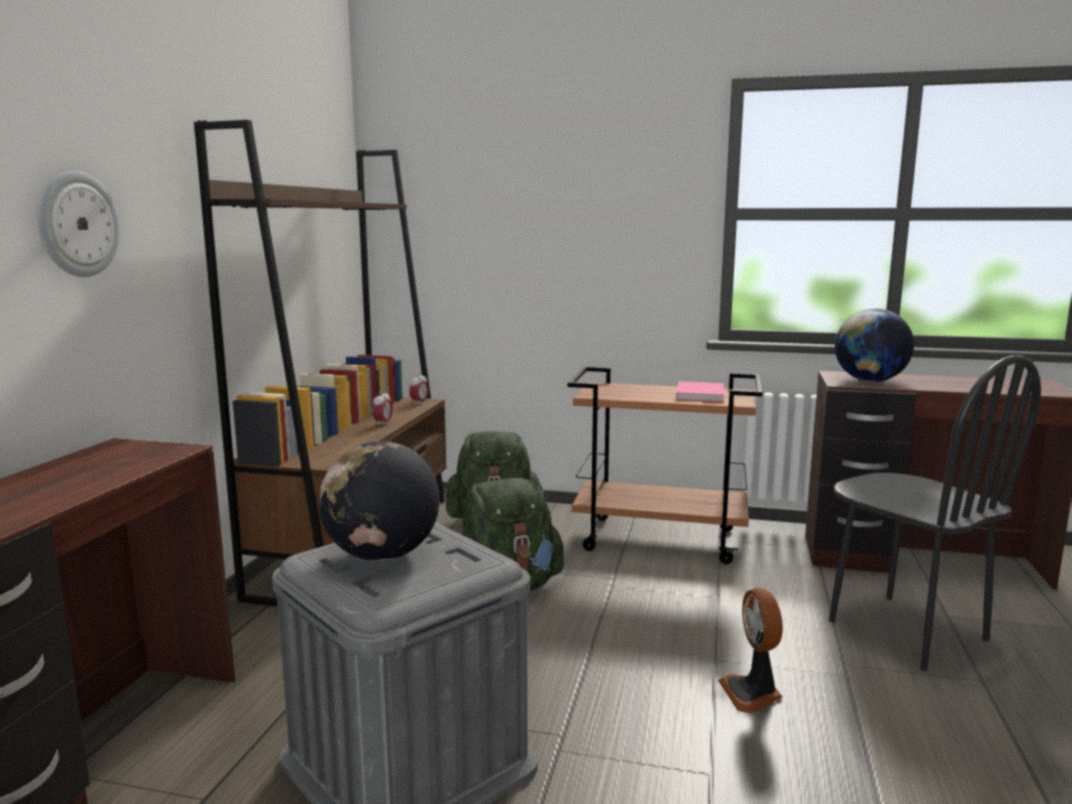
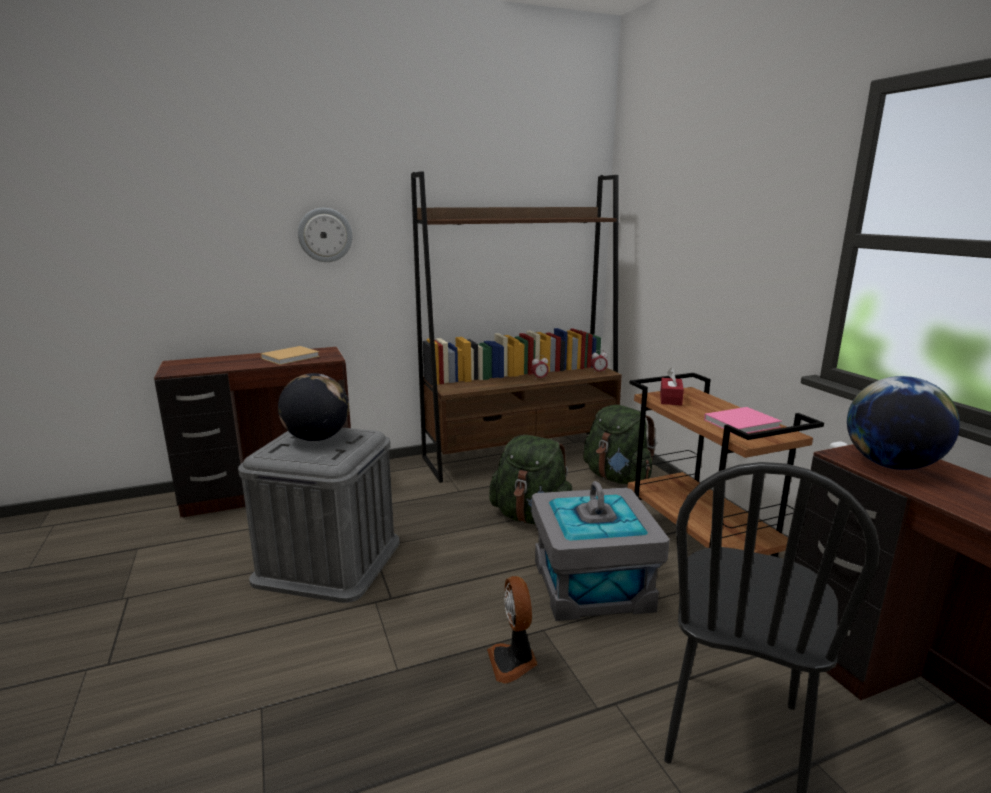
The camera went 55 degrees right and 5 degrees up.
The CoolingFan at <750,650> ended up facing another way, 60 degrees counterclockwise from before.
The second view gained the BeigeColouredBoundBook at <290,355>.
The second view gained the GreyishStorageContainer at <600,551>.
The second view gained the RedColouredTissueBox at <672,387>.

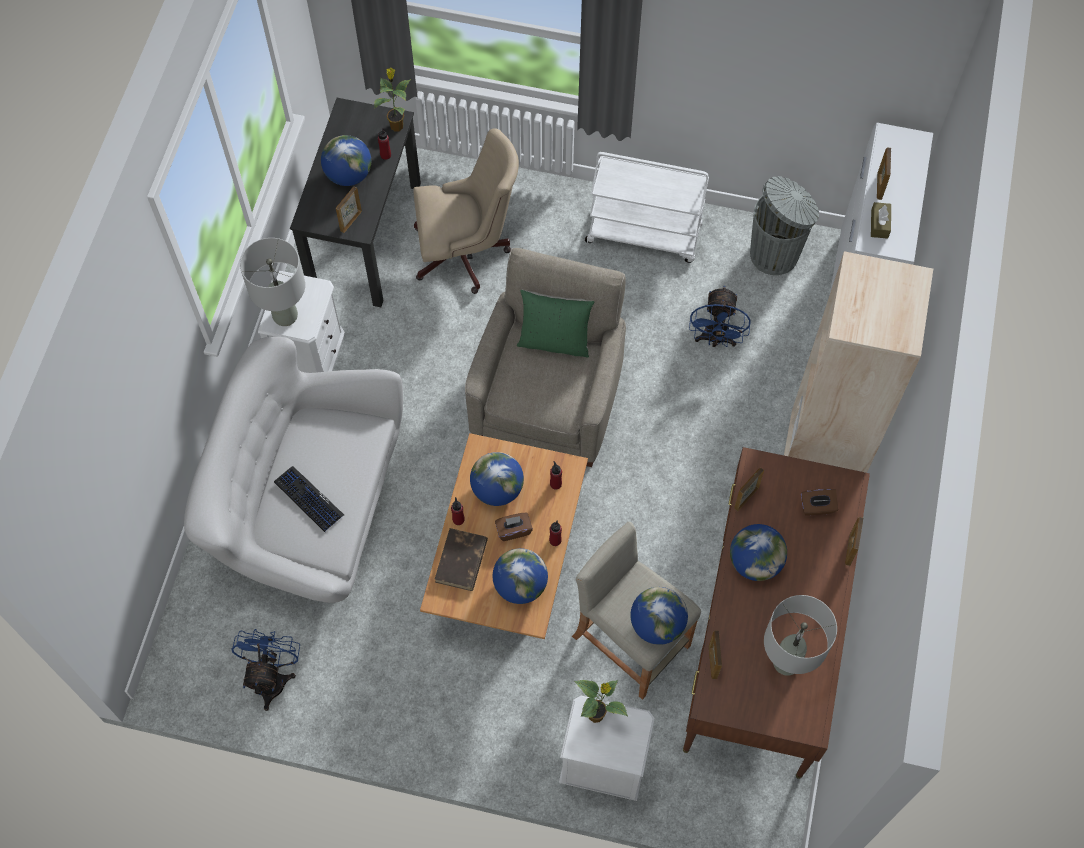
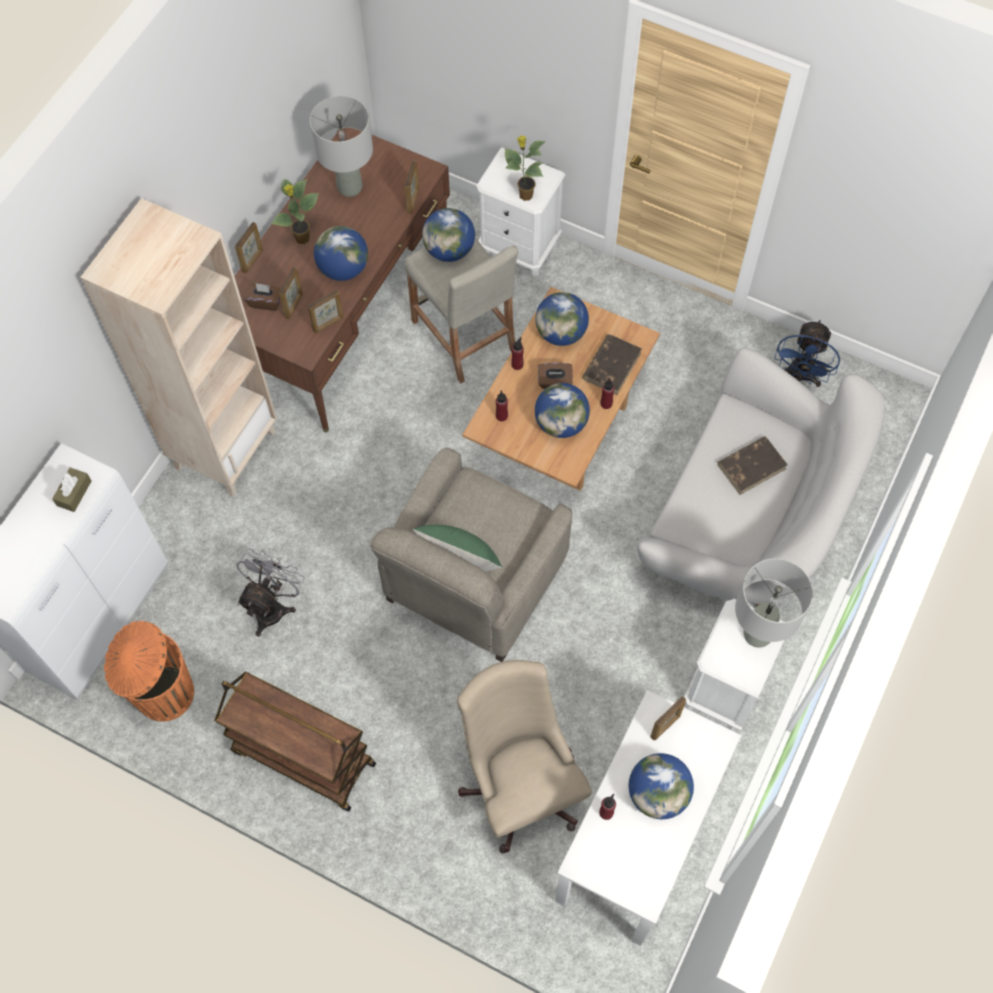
The camera went 165 degrees left and 0 degrees up.
Where the Keyboard stood at <309,499>, the BrownBoundBook came to stand at <752,465>.
What was the BlackishDeskTable at <355,202> turned into the WhiteDeskTable at <648,818>.
The PlantInAPot ended up elsewhere, having gone from <392,99> to <295,211>.
The BeigeColouredDeskChair at <466,211> ended up facing another way, 60 degrees clockwise from before.
What was the WhiteTrolley at <647,207> turned into the BrownTrolley at <295,741>.
What was the BlueCoolingFan at <719,316> turned into the GreyishCoolingFan at <270,592>.
What was the GreyishTrashCan at <784,225> turned into the OrangeyTrashCan at <149,671>.
The StandingFrame ended up elsewhere, having gone from <884,174> to <291,293>.

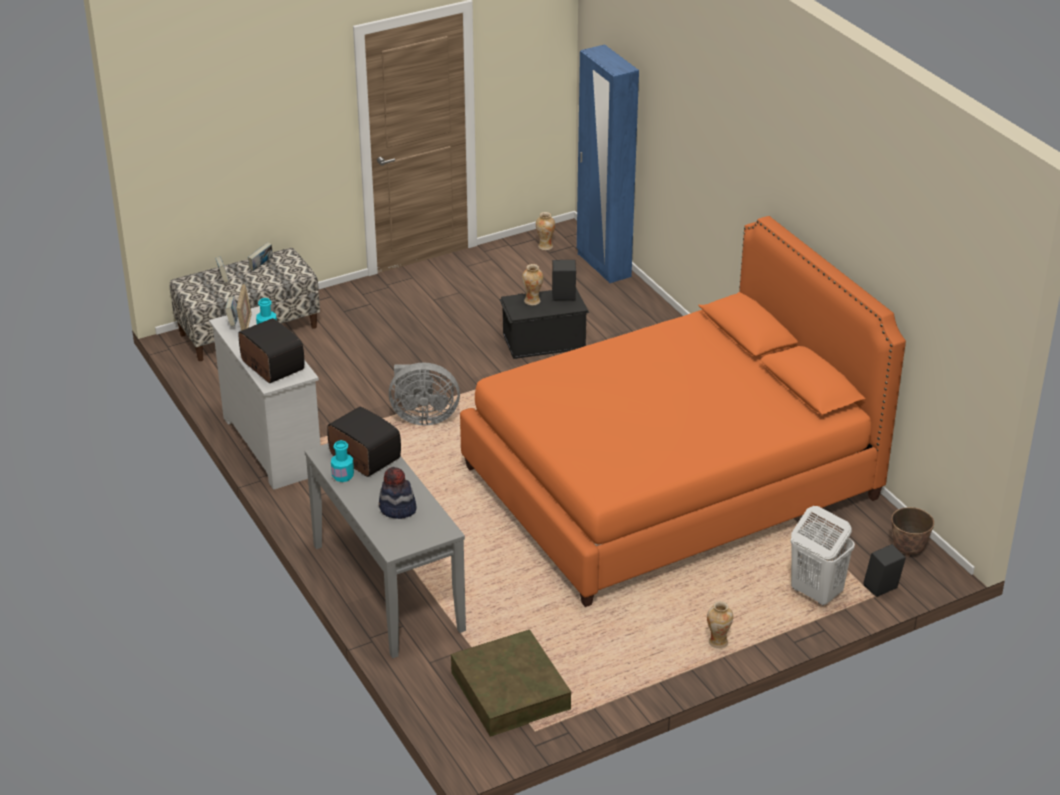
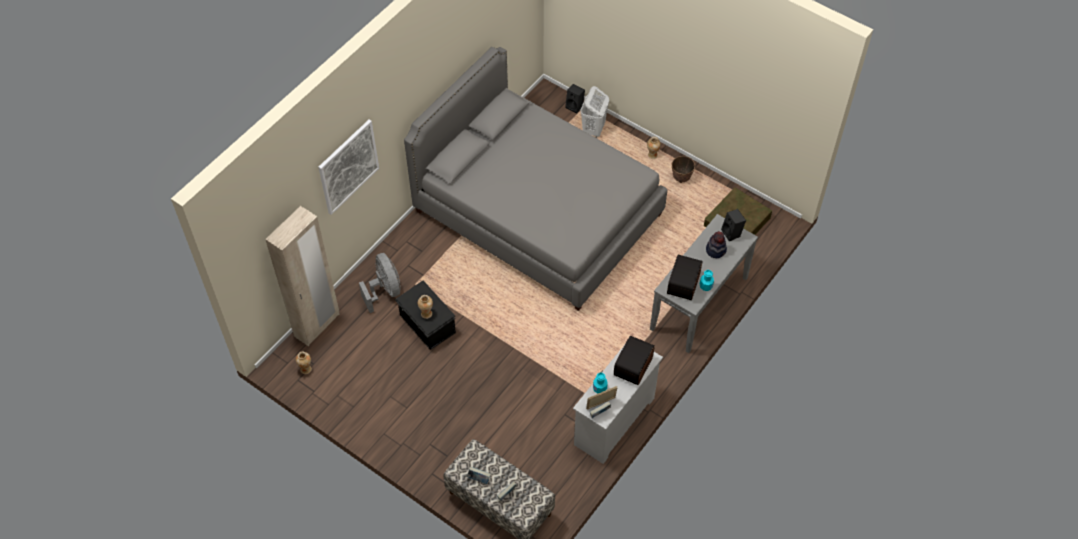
The camera went 115 degrees left and 20 degrees up.
The GreyishCoolingFan ended up elsewhere, having gone from <424,393> to <380,283>.
What was the OrangeyBedroomBed at <683,411> turned into the GreyishBedroomBed at <535,179>.
The BlackishLoudspeaker ended up elsewhere, having gone from <564,280> to <733,225>.
What was the BlueArmoire at <608,163> turned into the BeigeColouredArmoire at <302,276>.
The FlowerPot ended up elsewhere, having gone from <912,532> to <683,169>.
The second view gained the WallPicture at <348,167>.

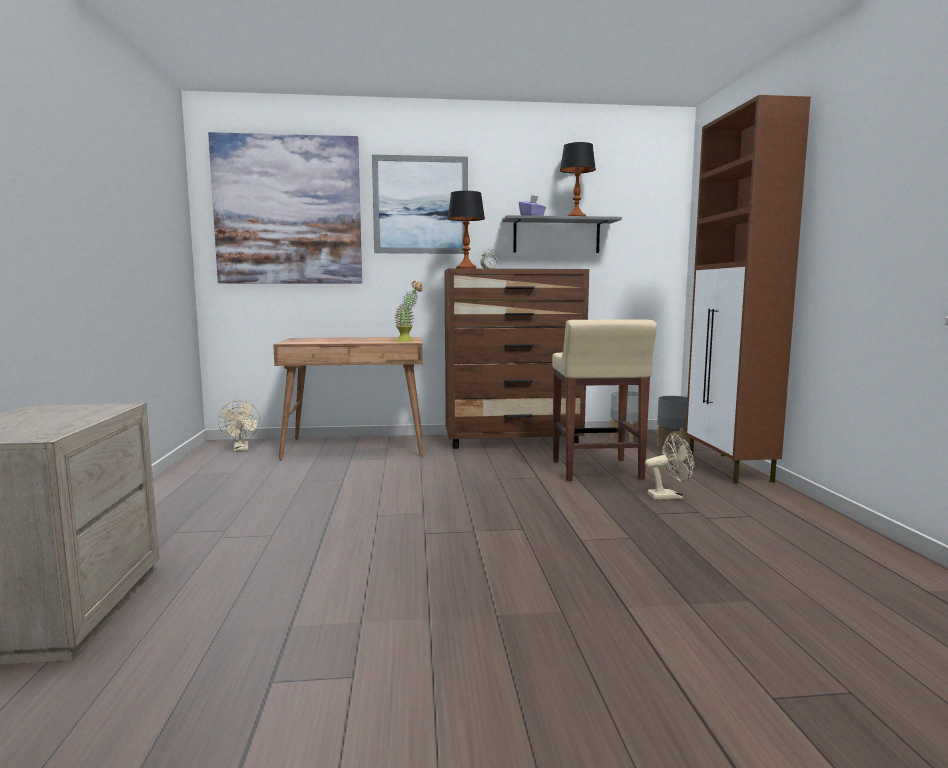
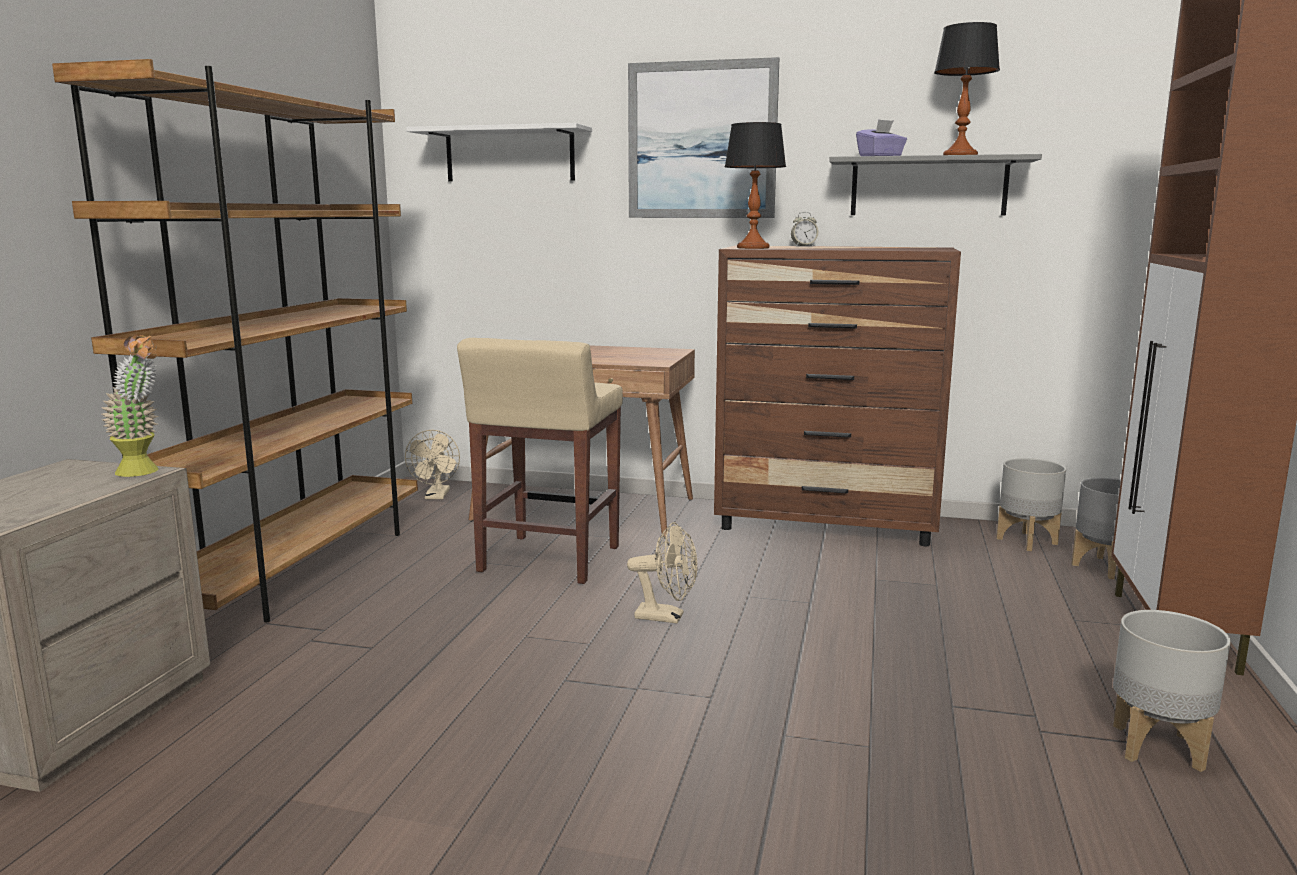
The camera went 20 degrees right and 5 degrees up.
Where the WallPicture hung at <285,208>, the WhiteWallShelf came to hang at <499,152>.
The PlantInAPot ended up elsewhere, having gone from <408,311> to <130,405>.
The BeigeColouredSittingStool ended up elsewhere, having gone from <604,400> to <540,461>.
The BeigeColouredCoolingFan ended up elsewhere, having gone from <669,466> to <662,573>.
The second view gained the BrownShelvingUnit at <235,340>.
The second view gained the GreyishFlowerPot at <1172,691>.

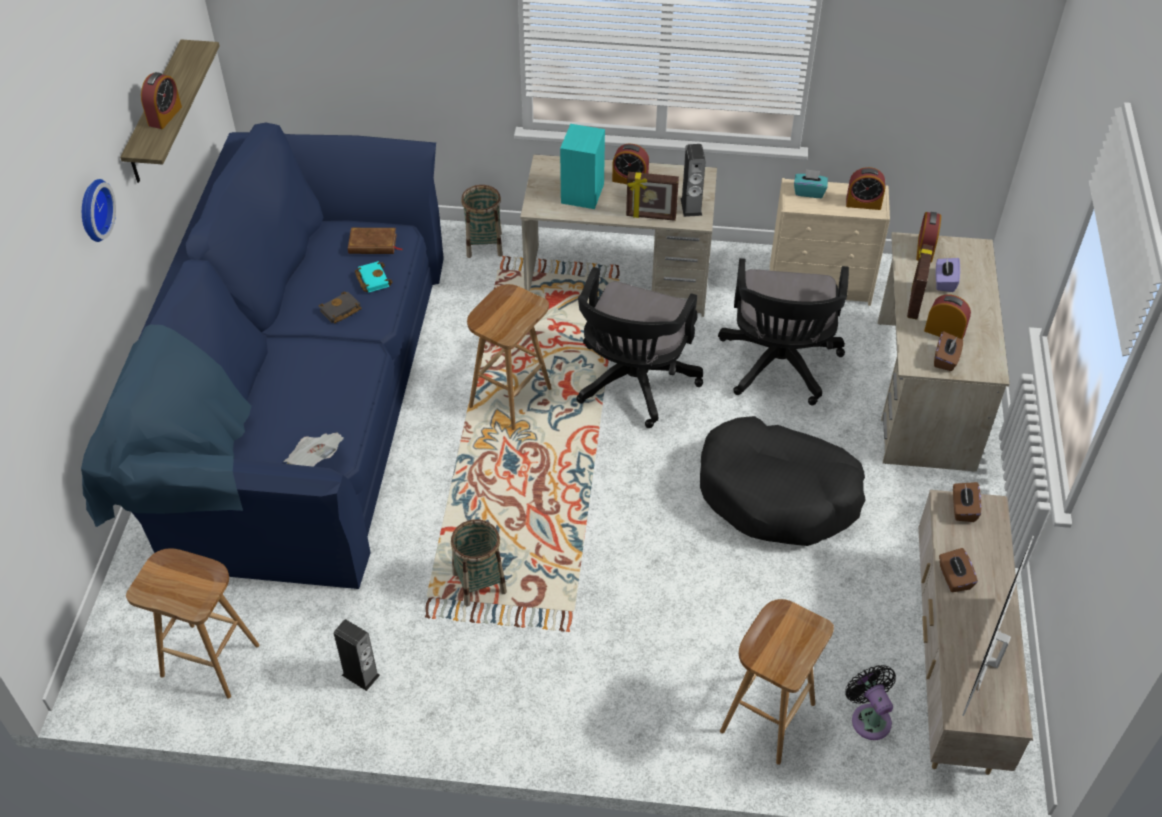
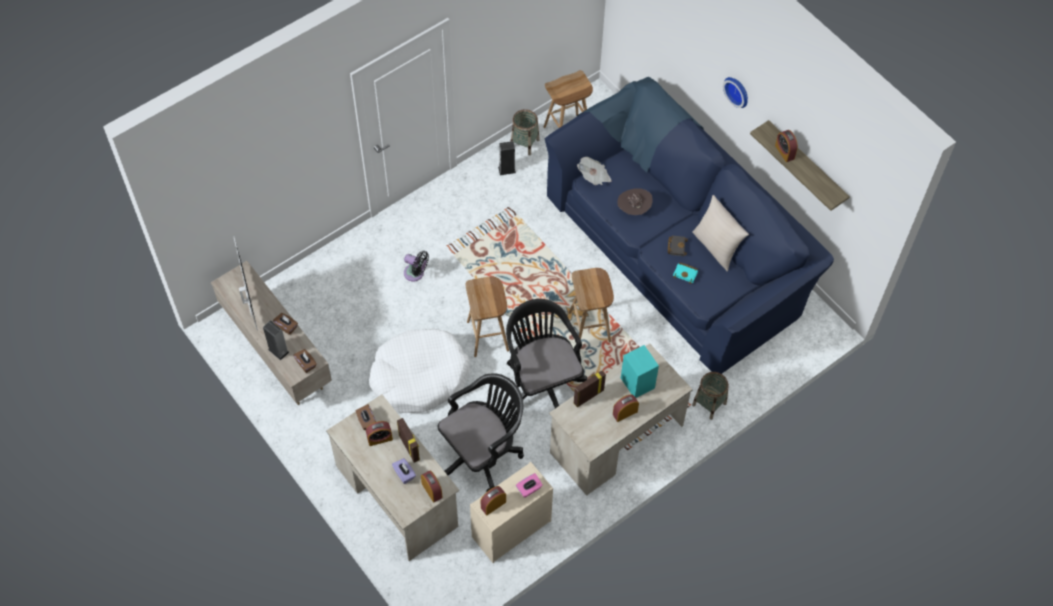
The camera went 135 degrees right and 10 degrees up.
The second view lost the BrownBoundBook at <375,241>.
The StorageBasket ended up elsewhere, having gone from <479,563> to <525,132>.
The Loudspeaker ended up elsewhere, having gone from <693,180> to <276,340>.
What was the BlackishPetBed at <783,481> turned into the WhitePetBed at <419,371>.
The BlackishDeskChair at <783,331> ended up facing another way, 90 degrees clockwise from before.
The BrownSittingStool ended up elsewhere, having gone from <777,682> to <487,316>.
What was the TurquoiseTissueBox at <811,183> turned into the PinkColouredTissueBox at <529,485>.
The BlackishCoolingFan ended up elsewhere, having gone from <871,702> to <416,266>.
The second view gained the BrownWearableHat at <635,201>.
The second view gained the BeigeColouredThrowPillow at <720,233>.

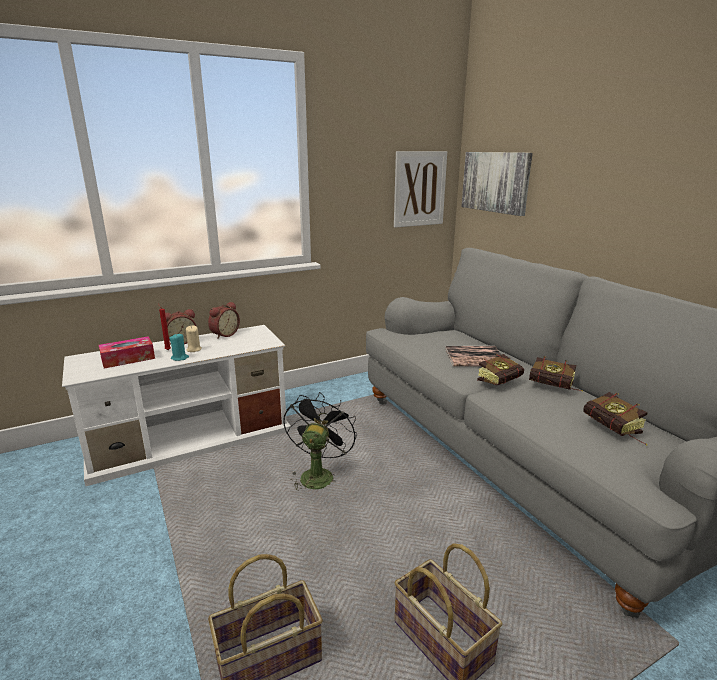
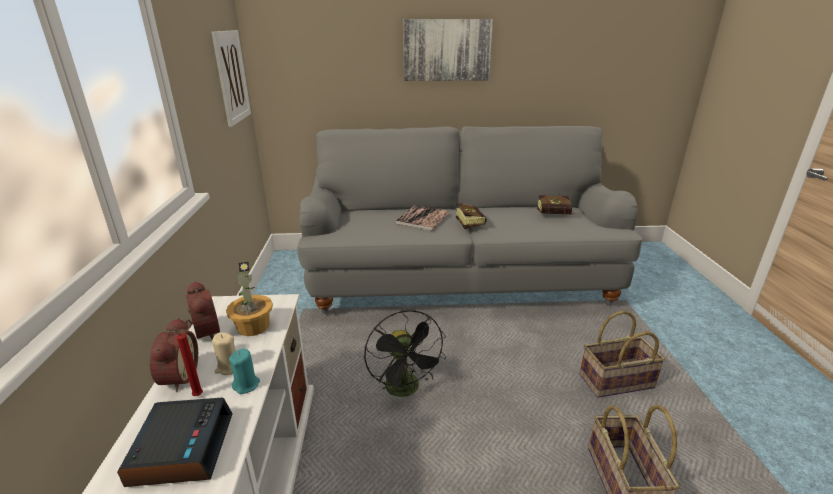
The camera went 65 degrees left and 5 degrees up.
Where the TissueBox stood at <127,352>, the AlarmClock came to stand at <175,442>.
The BlackishCoolingFan at <320,441> ended up facing another way, 150 degrees counterclockwise from before.
The WallPicture ended up elsewhere, having gone from <497,184> to <448,50>.
The second view lost the BoundBook at <556,373>.
The second view gained the PlantInAPot at <249,298>.

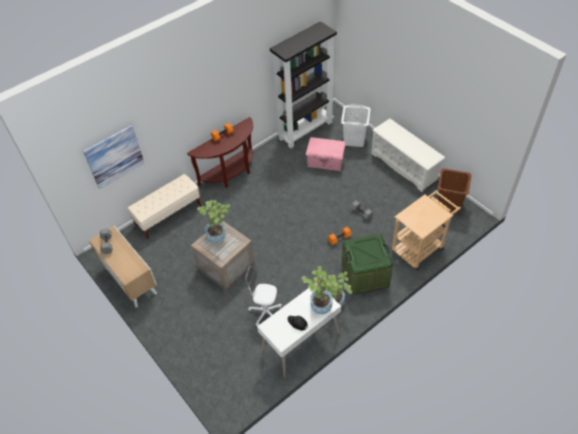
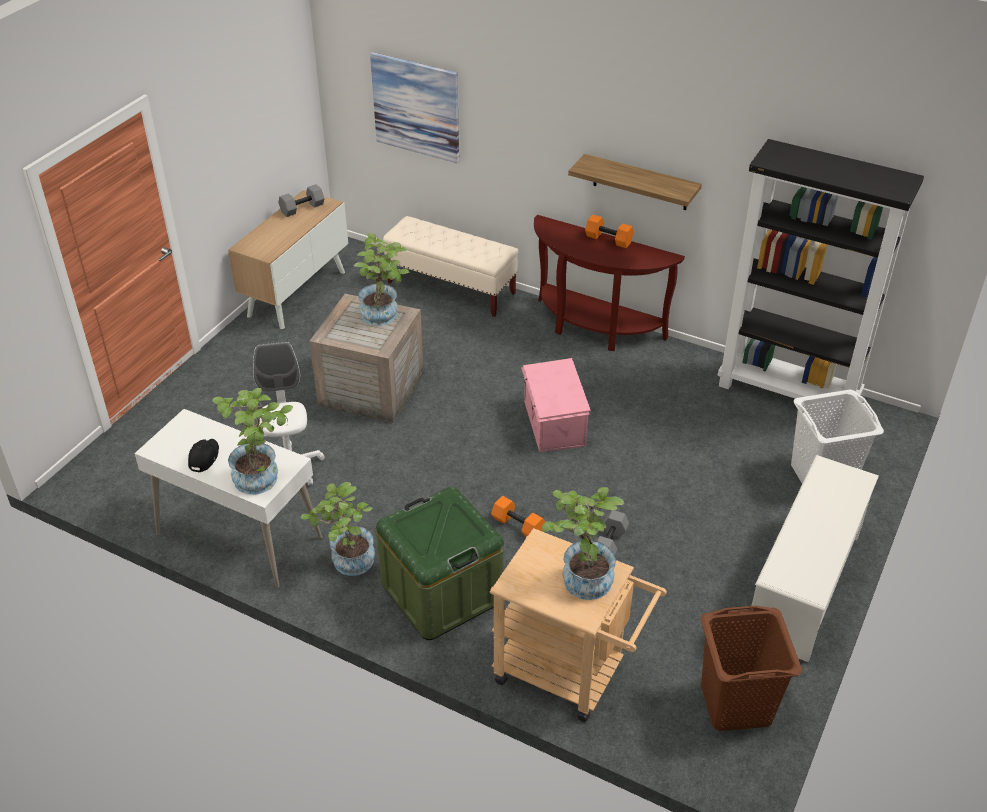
The camera went 65 degrees right and 10 degrees down.
The PinkColouredStorageContainer ended up elsewhere, having gone from <326,154> to <556,405>.
The second view gained the PlantInAPot at <583,543>.
The second view gained the WallShelf at <635,182>.

